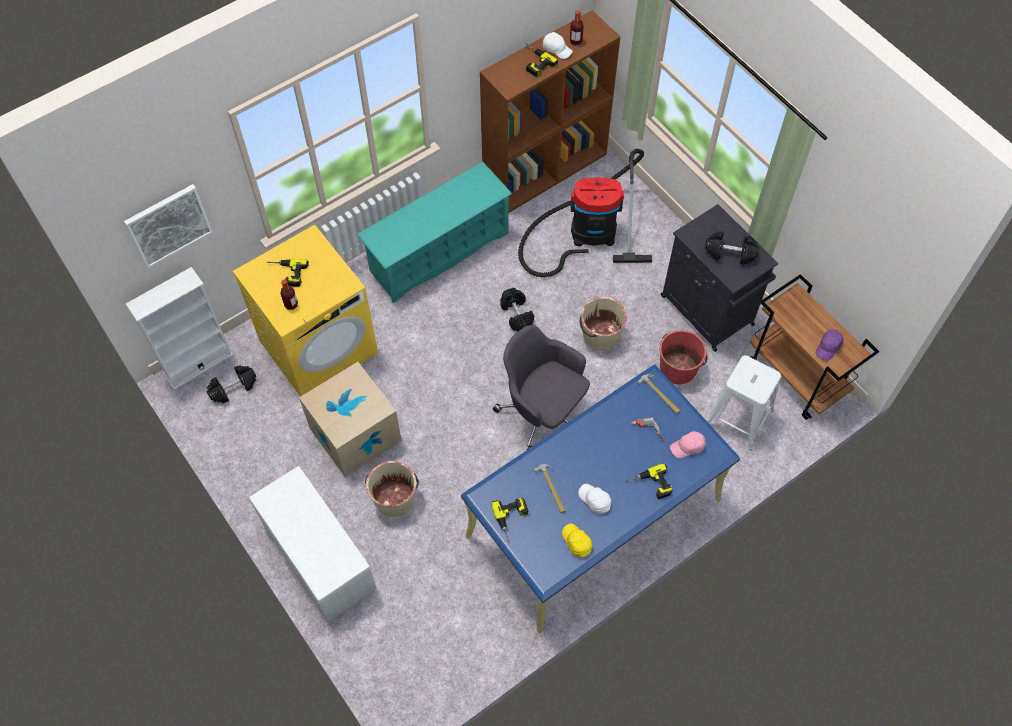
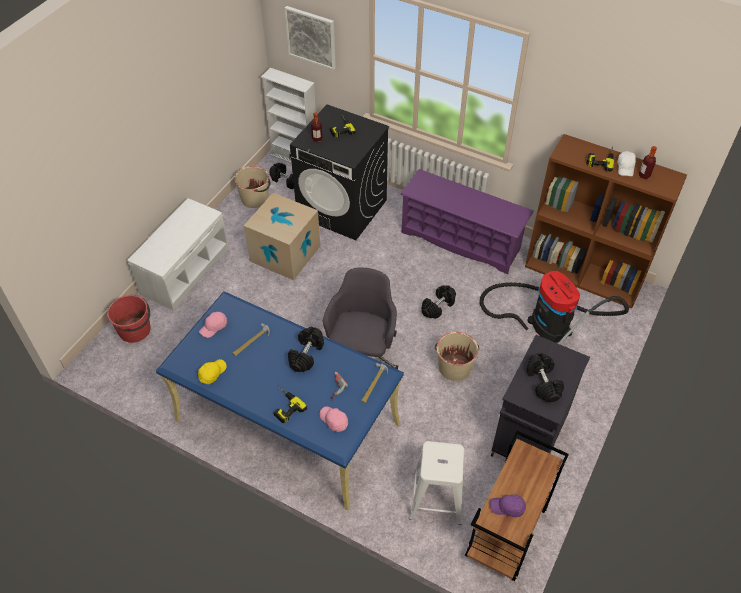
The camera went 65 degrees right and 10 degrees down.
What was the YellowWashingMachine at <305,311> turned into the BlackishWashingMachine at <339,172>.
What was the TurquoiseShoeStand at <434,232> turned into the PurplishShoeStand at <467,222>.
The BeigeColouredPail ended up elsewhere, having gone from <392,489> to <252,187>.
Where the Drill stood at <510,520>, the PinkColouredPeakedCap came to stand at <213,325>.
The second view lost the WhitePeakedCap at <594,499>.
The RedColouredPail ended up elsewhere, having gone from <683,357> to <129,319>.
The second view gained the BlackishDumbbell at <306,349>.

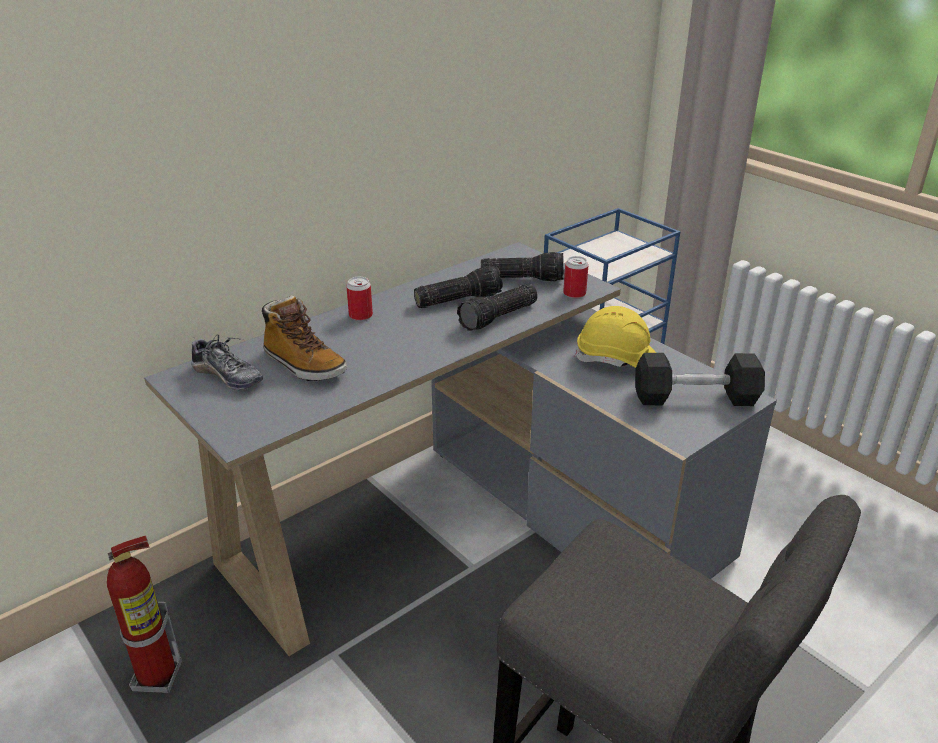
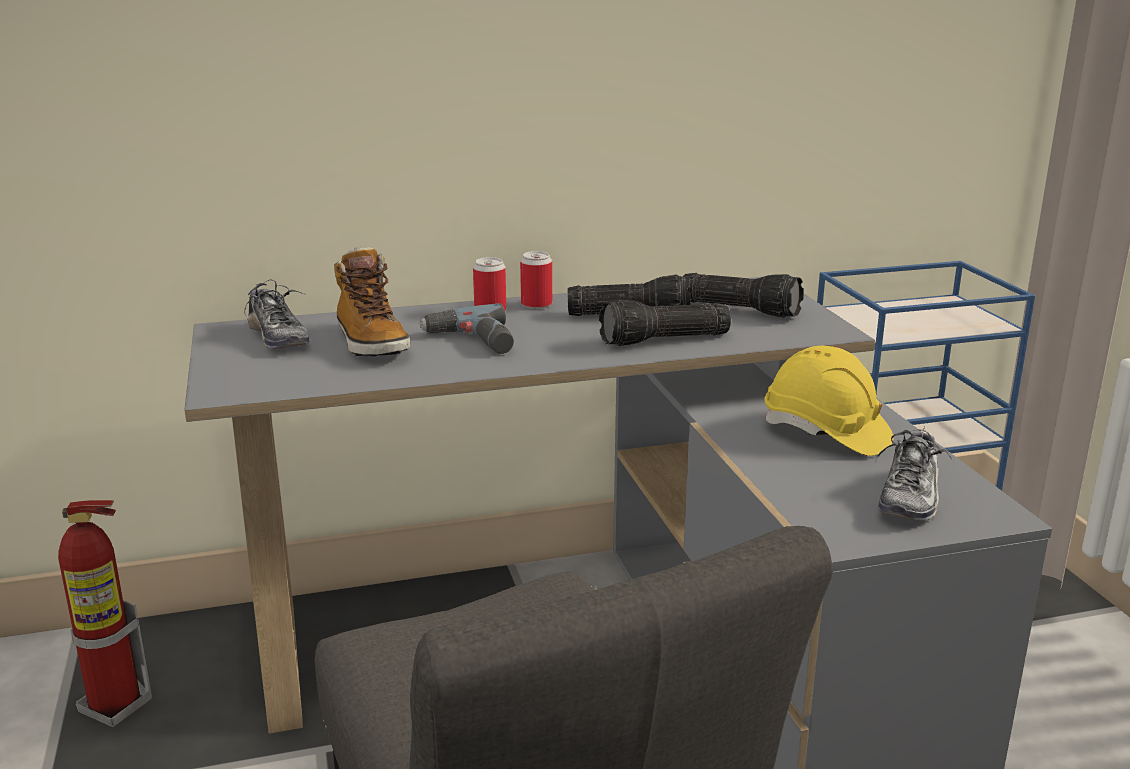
The camera went 25 degrees right and 10 degrees down.
The MetalCan ended up elsewhere, having gone from <575,277> to <536,280>.
Where the BlackishDumbbell stood at <700,379>, the LowShoe came to stand at <914,474>.
The second view gained the Drill at <466,328>.

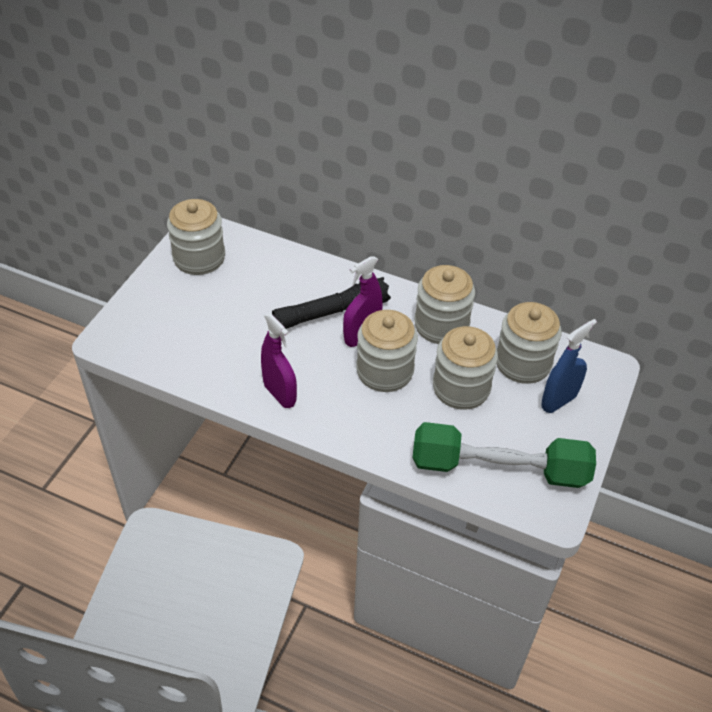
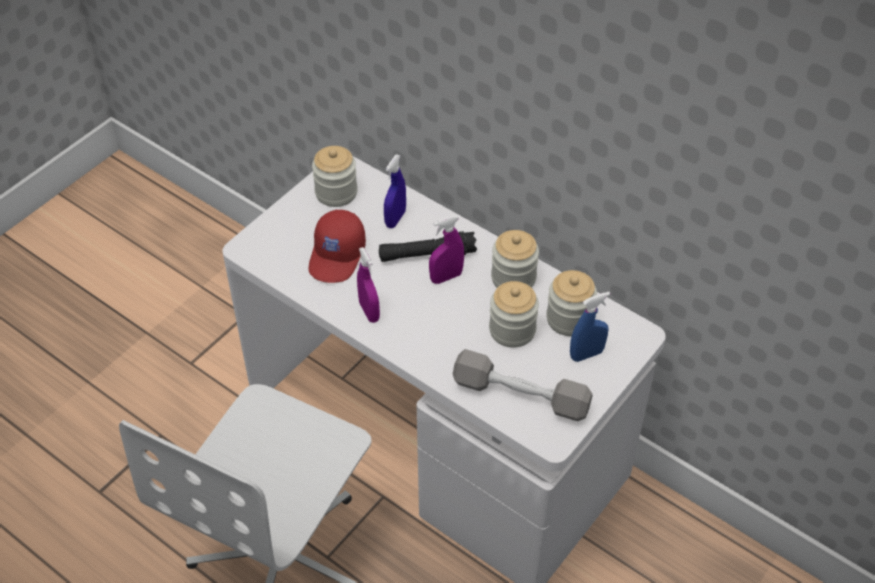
The camera went 15 degrees right and 0 degrees up.
The second view lost the StorageJar at <387,351>.
What was the GreenDumbbell at <504,455> turned into the GreyishDumbbell at <523,385>.
The second view gained the RedColouredPeakedCap at <337,246>.
The second view gained the BlueSprayer at <395,191>.

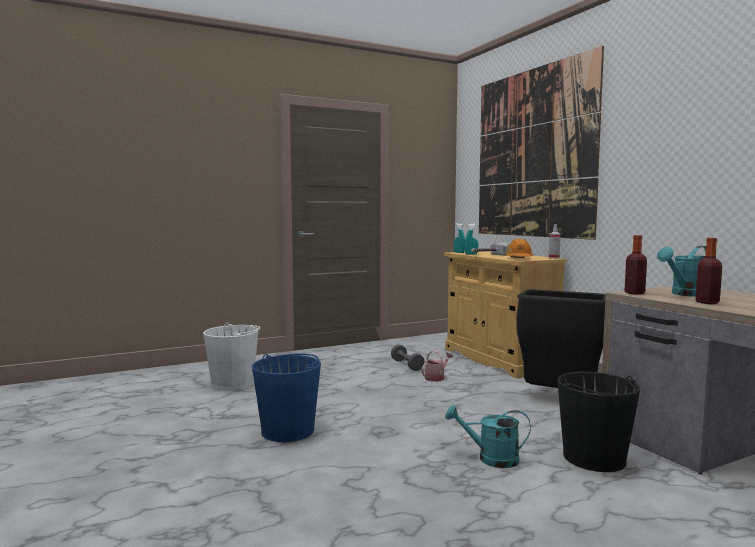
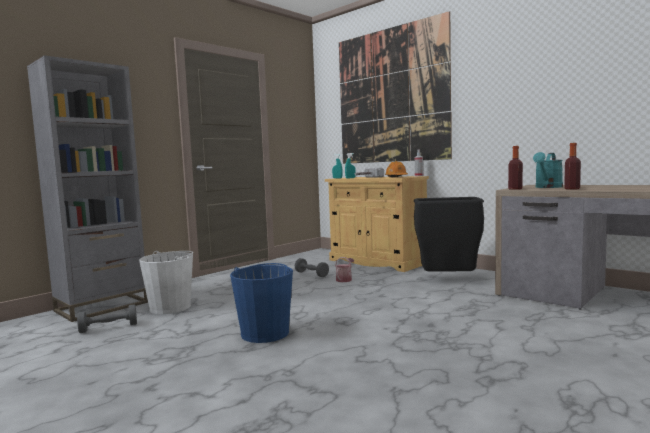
The camera went 20 degrees left and 0 degrees up.
The second view lost the TurquoiseSprinklingCan at <488,436>.
The second view lost the BlackishPail at <598,422>.
The second view gained the GreyishShelvingUnit at <87,188>.
The second view gained the GreyishDumbbell at <107,318>.

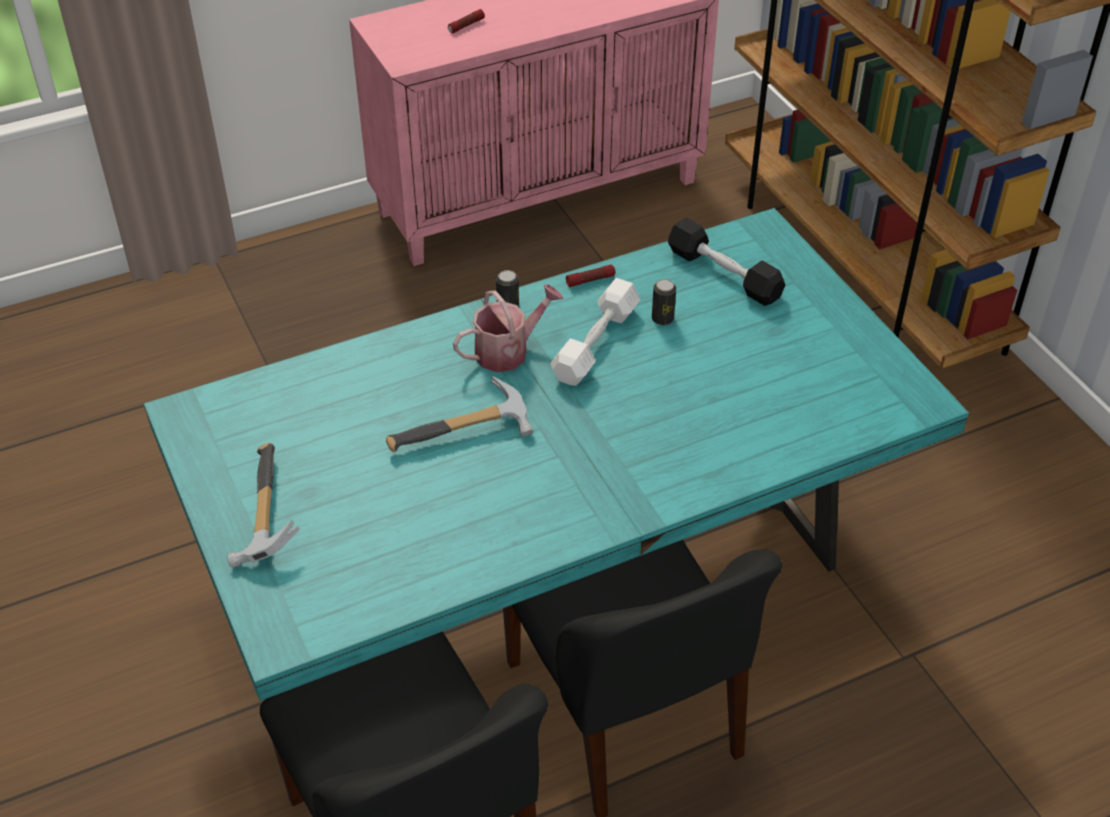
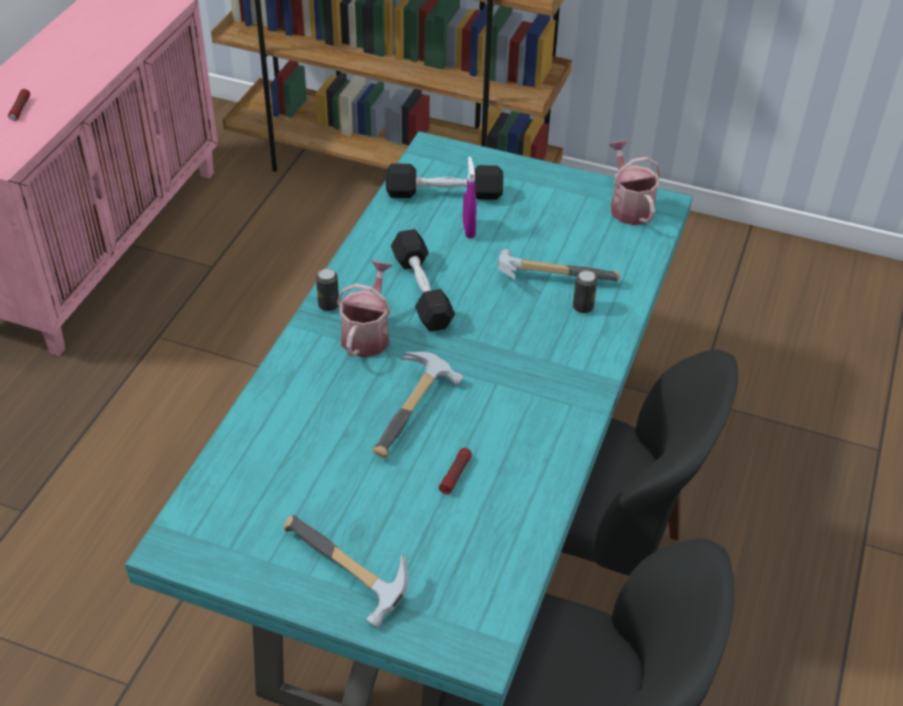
The camera went 45 degrees left and 0 degrees up.
What was the WhiteDumbbell at <595,332> turned into the BlackishDumbbell at <423,280>.
The HandTorch ended up elsewhere, having gone from <590,276> to <455,471>.
The MetalCan ended up elsewhere, having gone from <664,302> to <585,291>.
The second view gained the PurplishSprayer at <469,197>.
The second view gained the ToolHammer at <559,265>.
The second view gained the SprinklingCan at <634,182>.

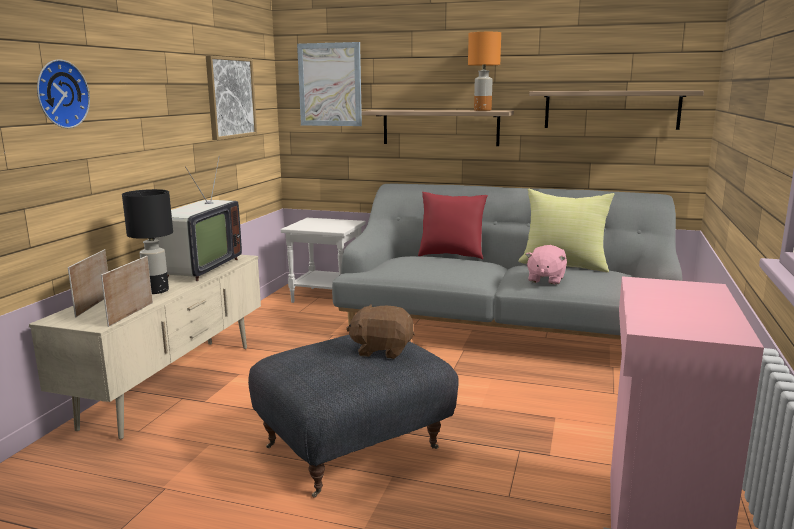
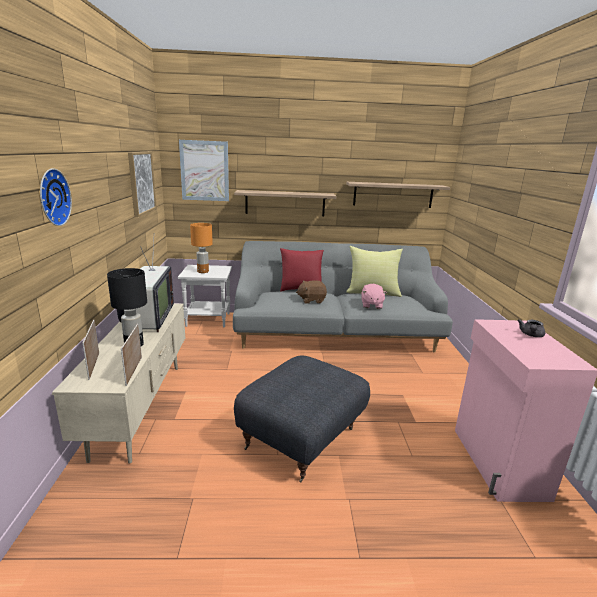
The camera went 20 degrees left and 5 degrees up.
The BrownSoftToy ended up elsewhere, having gone from <380,331> to <311,292>.
The OrangeyTableLamp ended up elsewhere, having gone from <484,71> to <201,248>.
The second view gained the GreyishPotForTea at <531,328>.

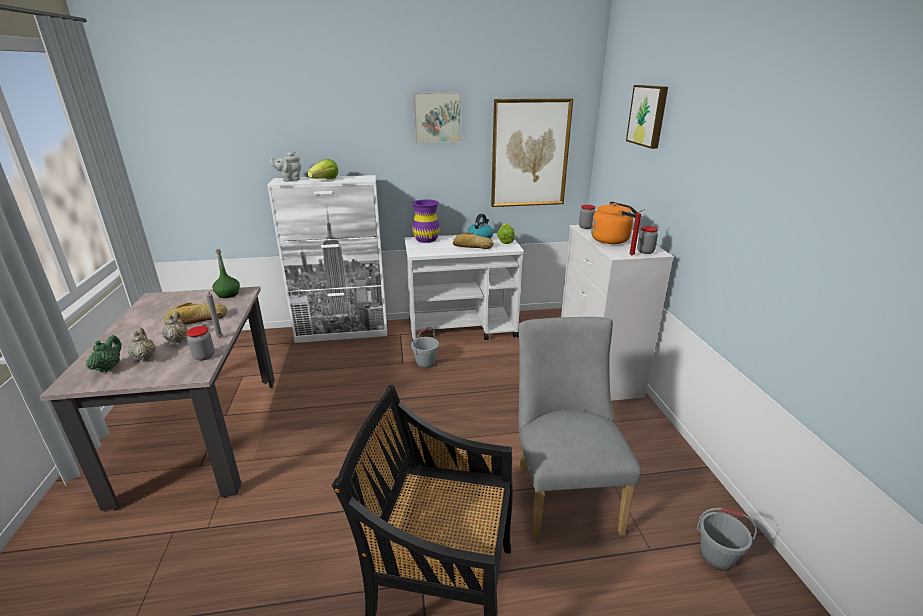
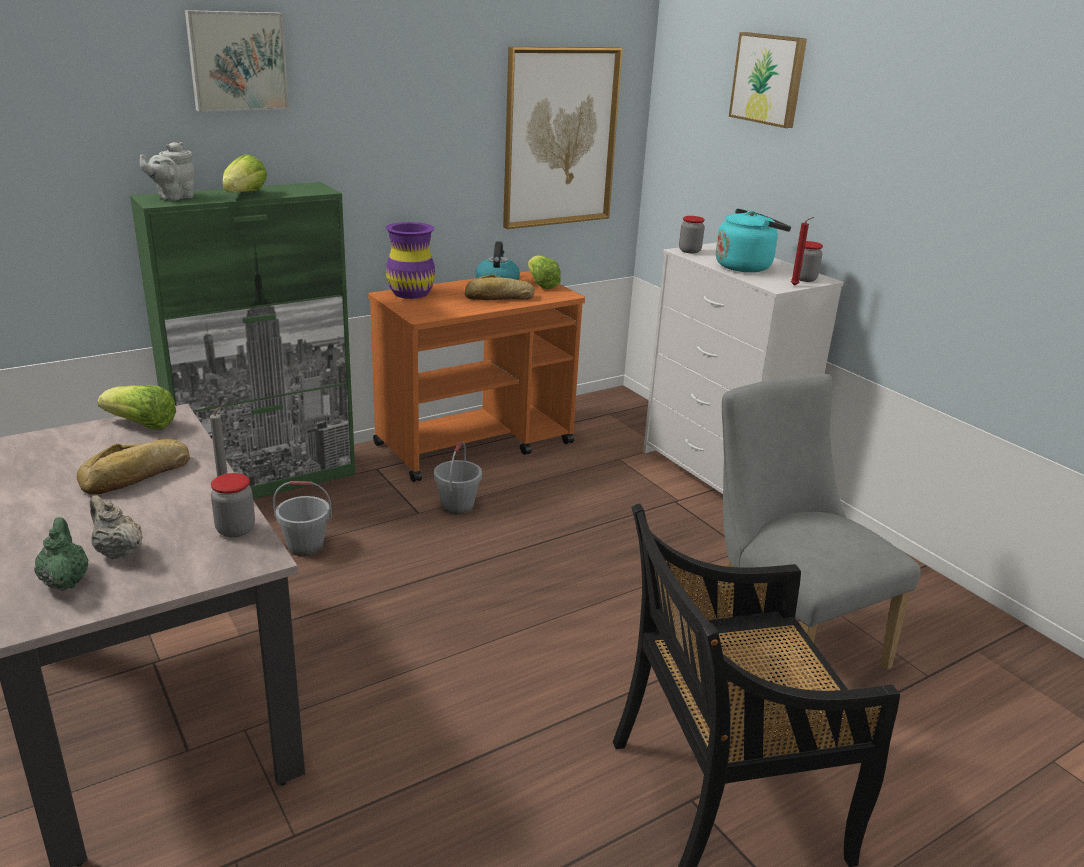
The camera went 25 degrees left and 0 degrees up.
The second view lost the BeigeColouredPotForTea at <175,327>.
Where the GreenBeverageBottle stood at <226,273>, the LettuceHead came to stand at <136,407>.
What was the WhiteCupboard at <327,259> turned into the GreenCupboard at <242,340>.
What was the WhiteTrolley at <464,287> turned into the OrangeyTrolley at <476,376>.
The WallPicture ended up elsewhere, having gone from <437,117> to <237,61>.
What was the OrangeyTeaKettle at <614,222> turned into the TurquoiseTeaKettle at <753,240>.
The GreyishPail ended up elsewhere, having gone from <727,539> to <302,518>.

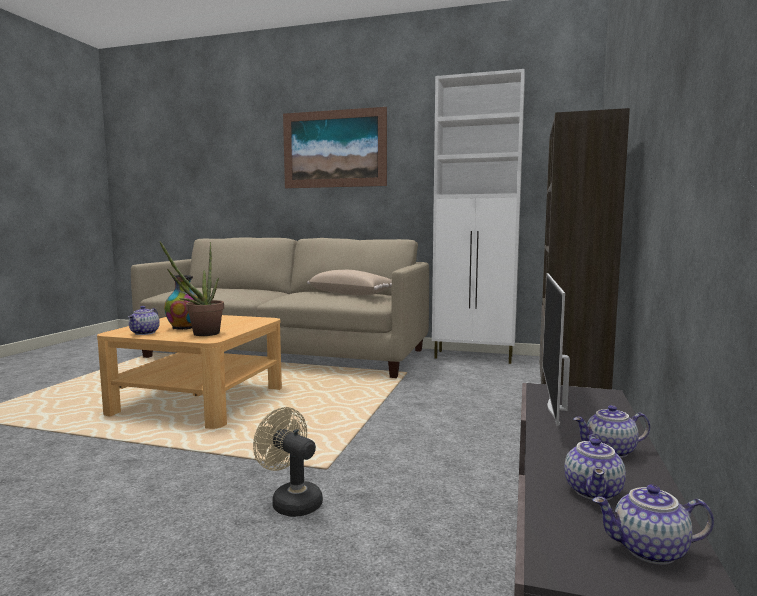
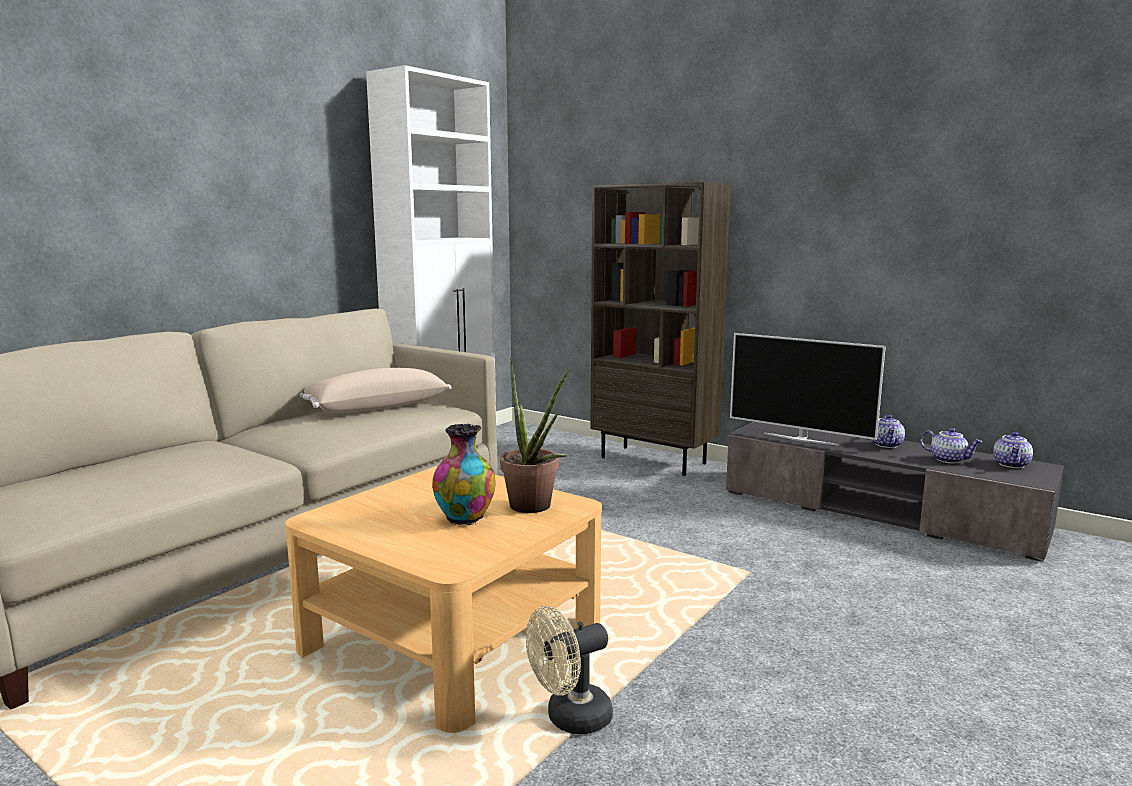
The camera went 70 degrees left and 5 degrees up.
The second view lost the PotForTea at <144,320>.
The BeigeColouredCoolingFan ended up elsewhere, having gone from <288,462> to <569,670>.
The second view lost the WallPicture at <335,147>.

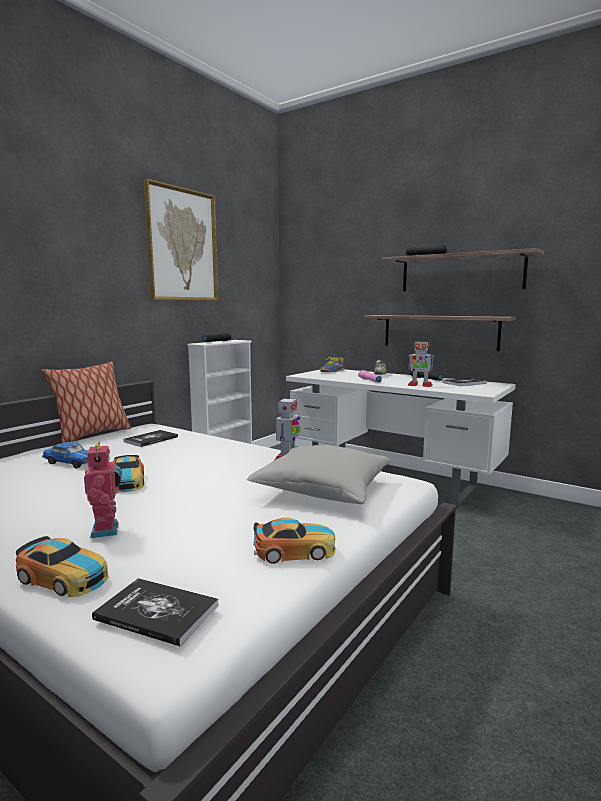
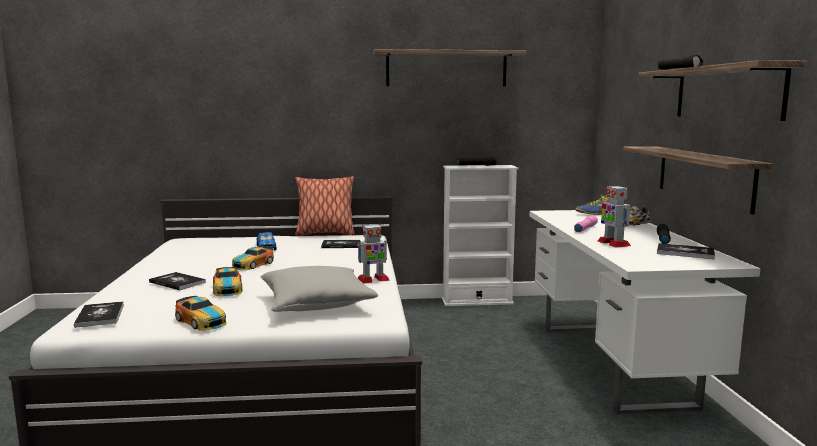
The camera went 50 degrees right and 0 degrees up.
The MiniatureCar ended up elsewhere, having gone from <62,566> to <227,281>.
Where the ToyRobot stood at <103,490>, the BoundBook came to stand at <177,281>.
Where the WallPicture hung at <181,240>, the WallShelf came to hang at <449,68>.

